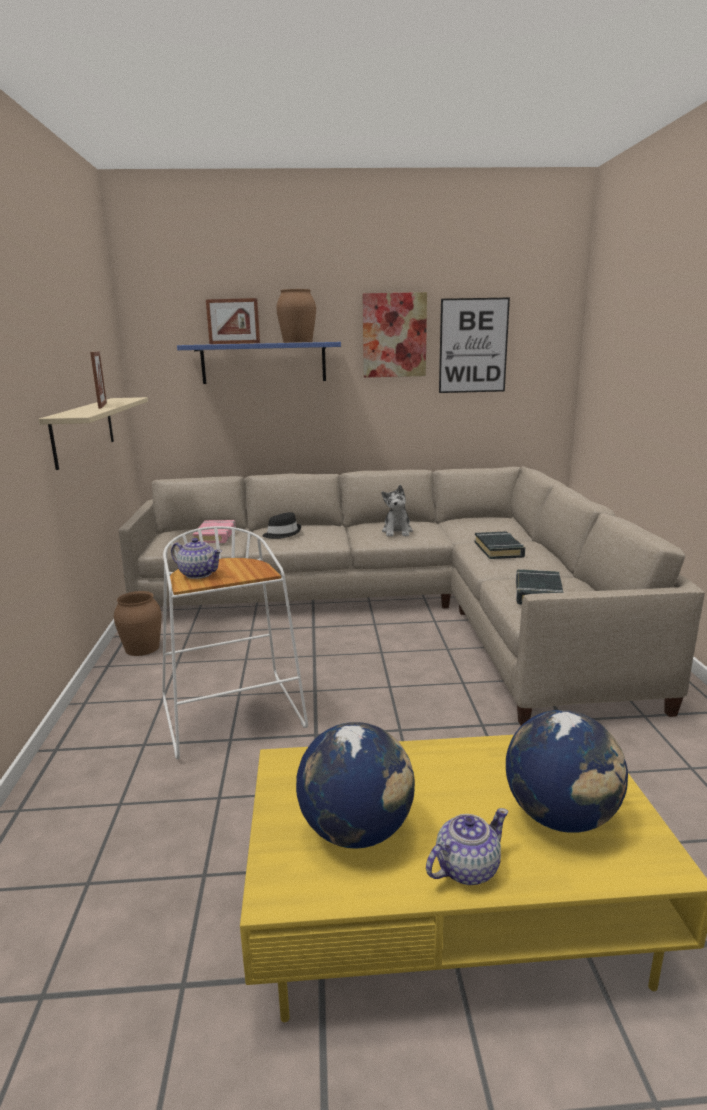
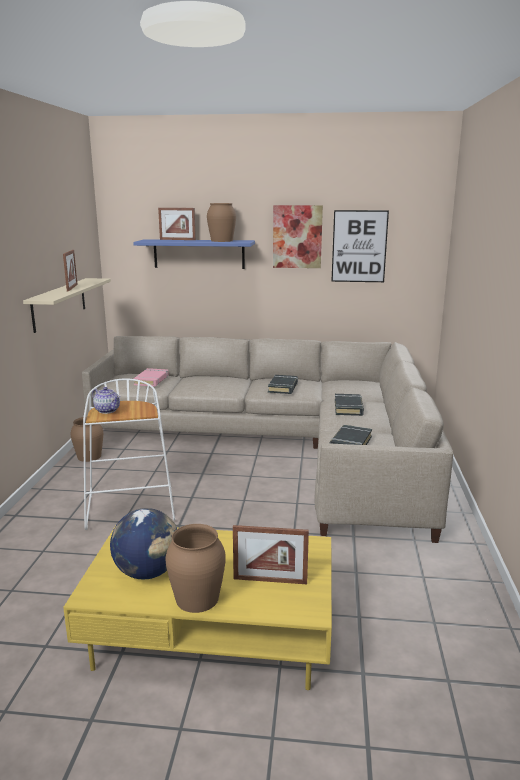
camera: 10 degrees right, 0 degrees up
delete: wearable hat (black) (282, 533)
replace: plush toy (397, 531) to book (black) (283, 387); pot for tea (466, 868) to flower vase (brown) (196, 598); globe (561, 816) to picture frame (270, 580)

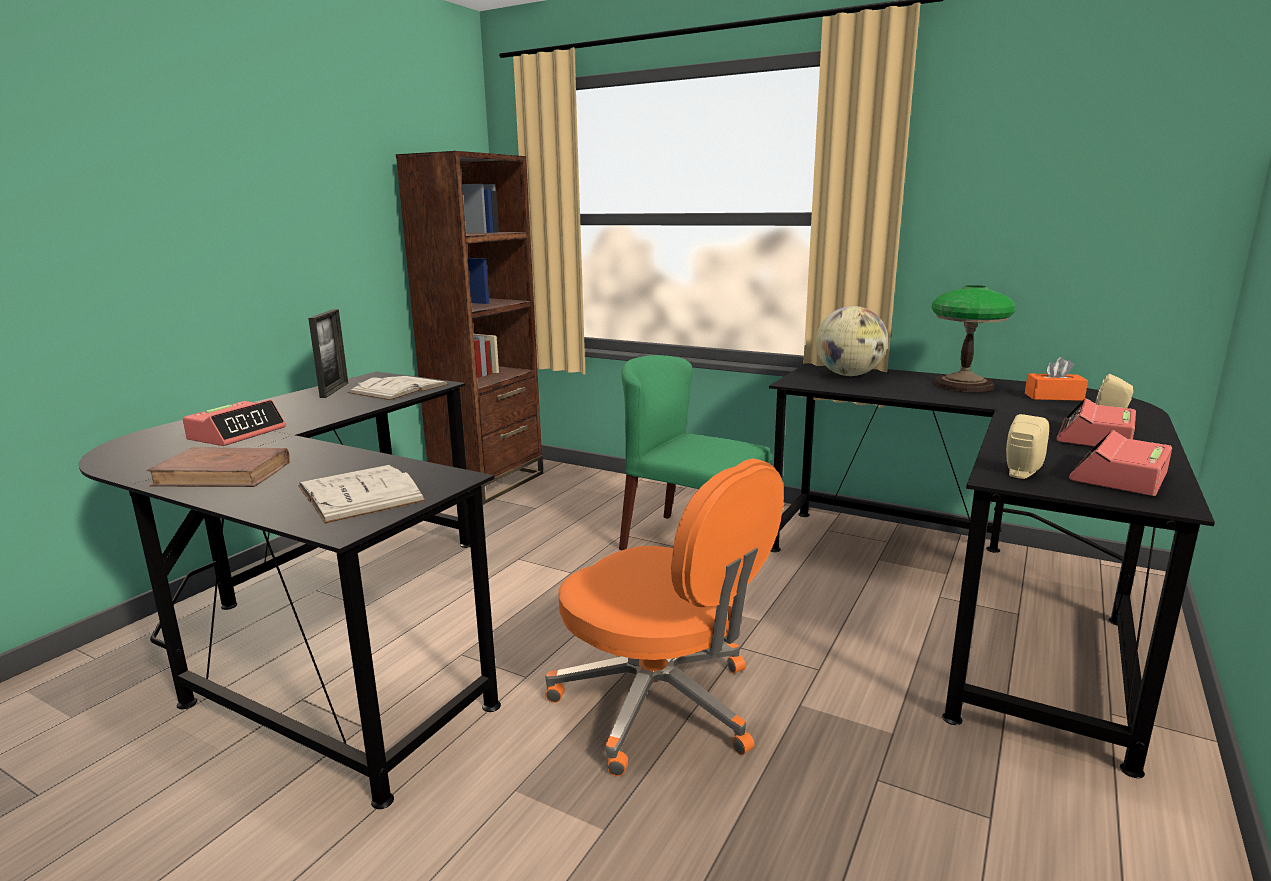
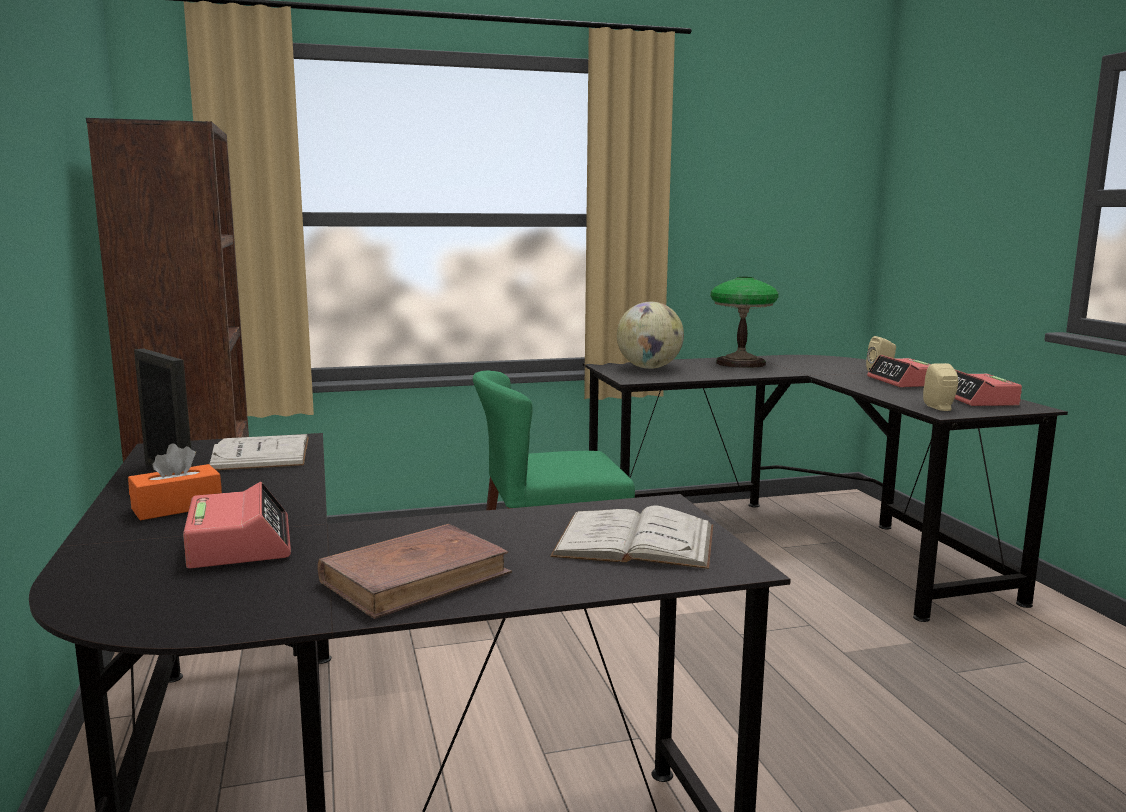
camera: 45 degrees left, 5 degrees down
delete: computer chair (orange-coloured) (661, 705)
move: tissue box (orange-coloured) (1053, 397) to (177, 507)

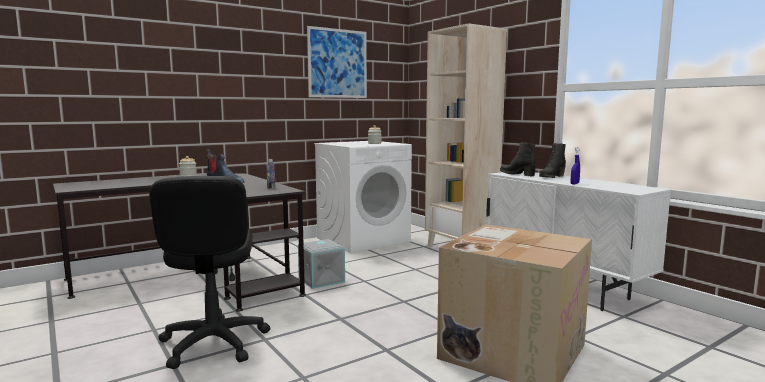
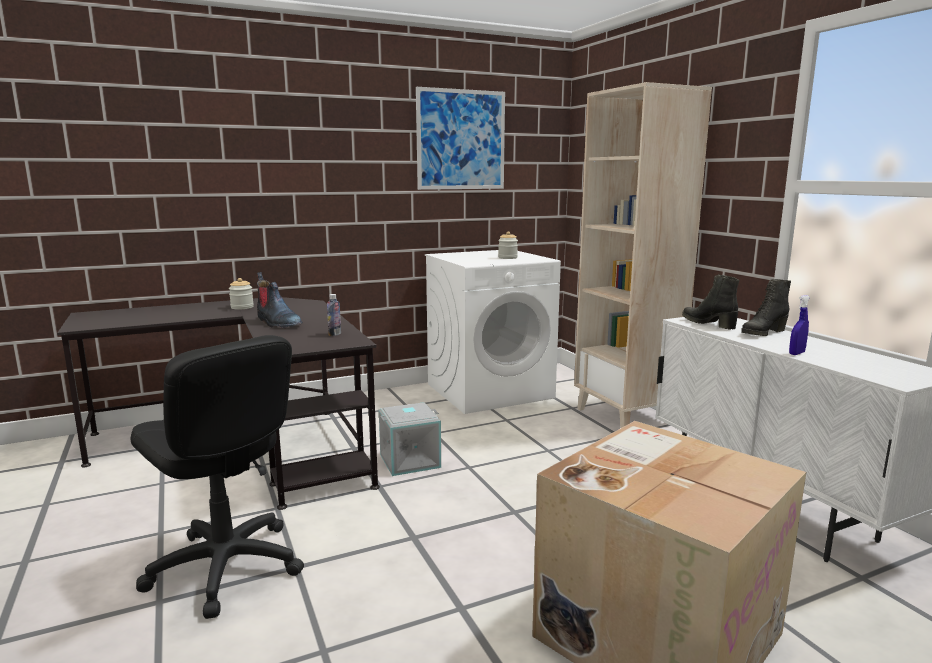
camera: 10 degrees right, 5 degrees up
rotate: computer chair (black) (213, 343) = (225, 567) 45 degrees counterclockwise

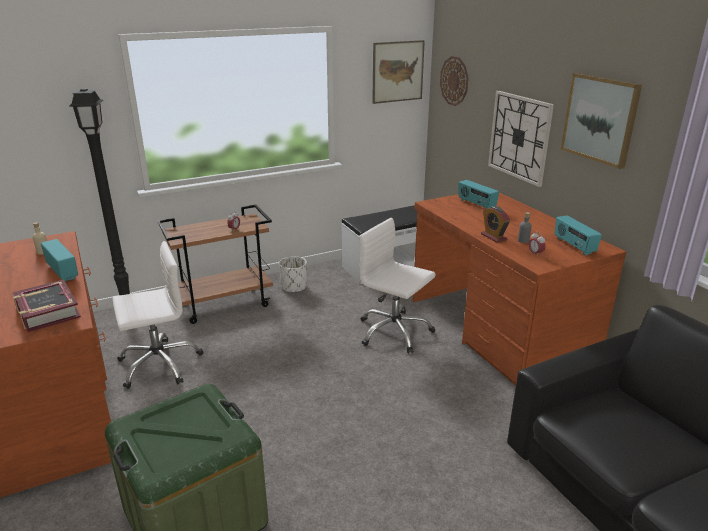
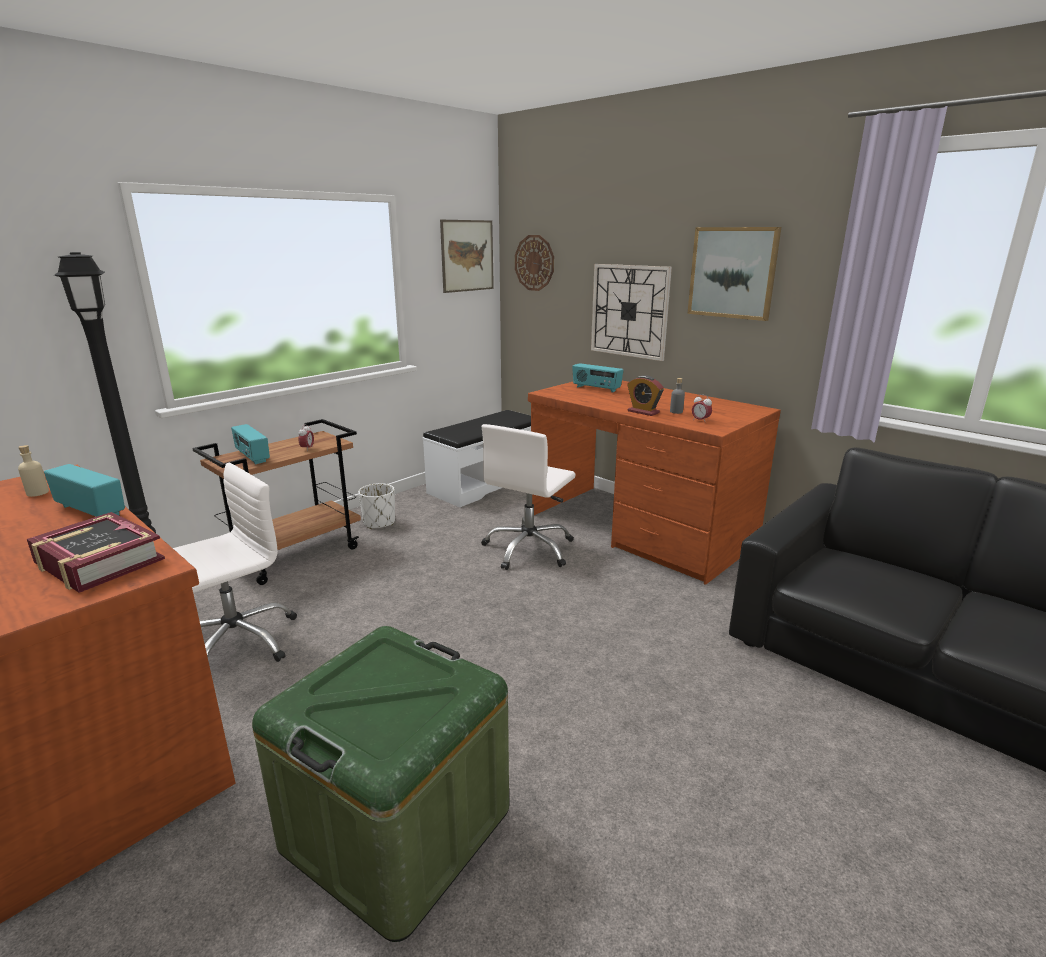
camera: 20 degrees left, 5 degrees down
move: radio set (574, 246) to (252, 457)
rotate: computer chair (white) (394, 332) = (529, 549) 75 degrees counterclockwise

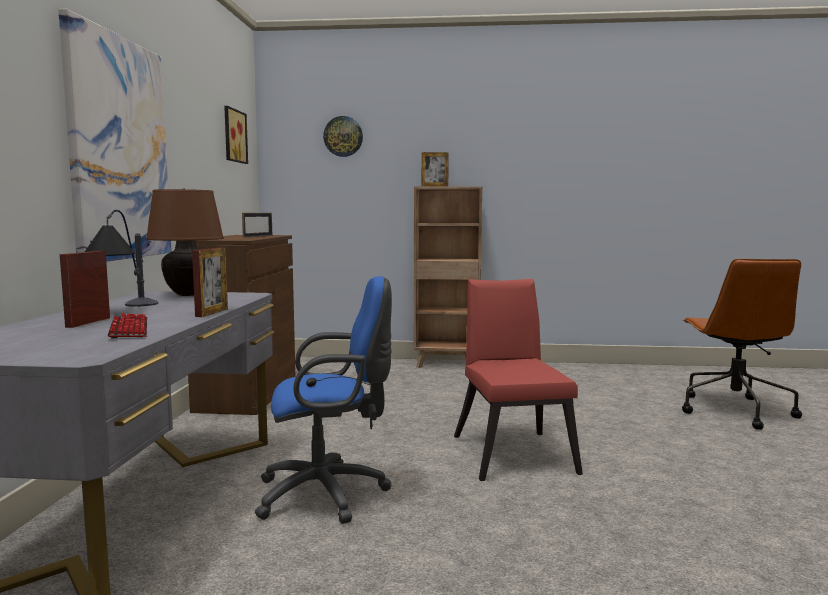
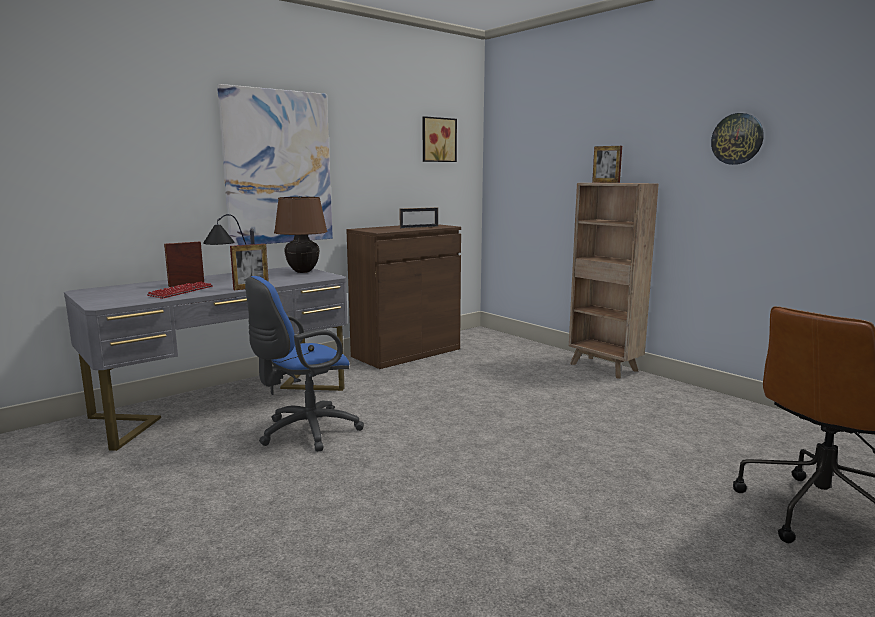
camera: 45 degrees right, 5 degrees up
delete: upright chair (red) (512, 451)
move: clock on the wall (343, 136) to (737, 139)
rotate: computer chair (blue) (329, 494) = (304, 432) 105 degrees clockwise

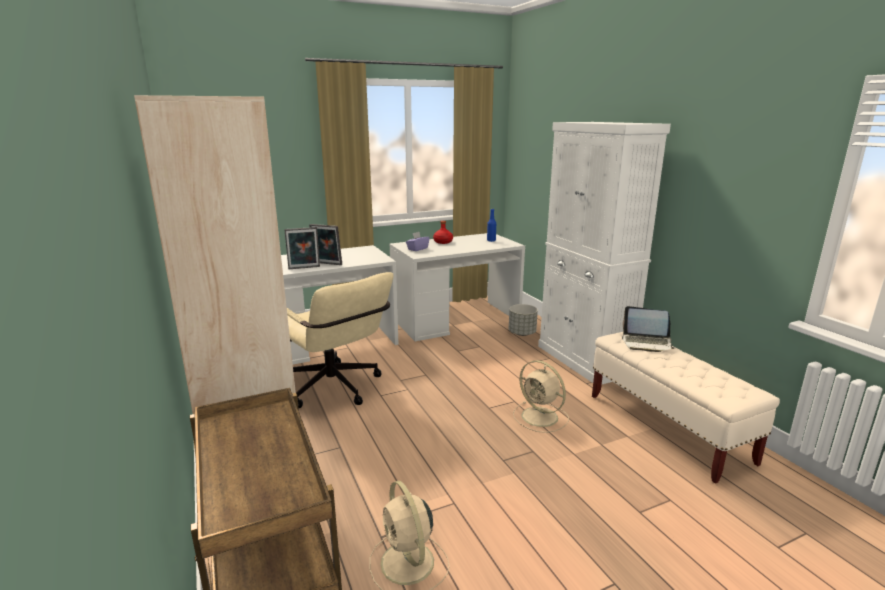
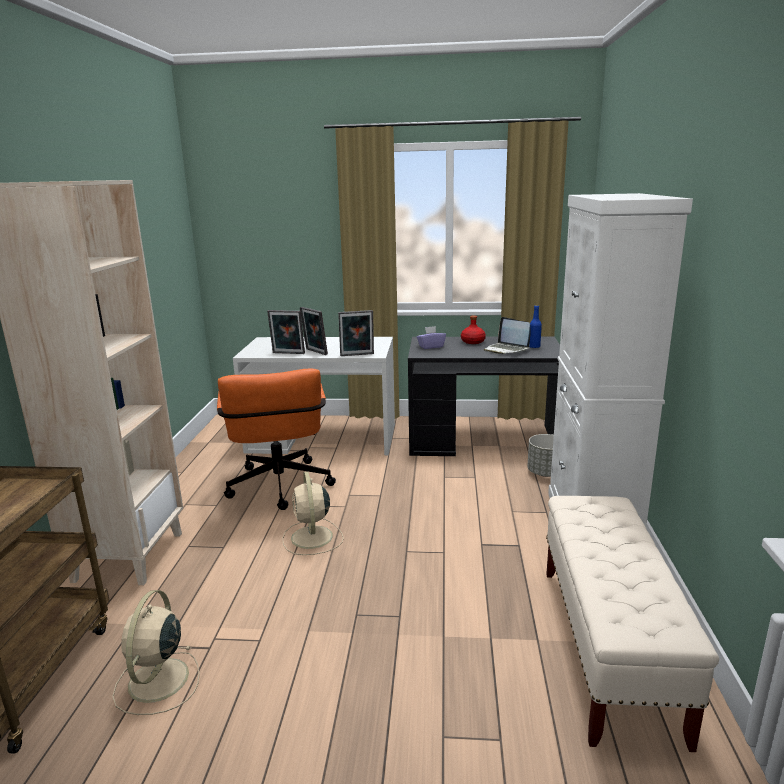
camera: 30 degrees right, 0 degrees up
insert: picture frame (357, 355)
move: fan (beige-coloured) (541, 417) to (312, 538); notebook computer (647, 343) to (506, 350)
recolor: computer chair (beige-coloured) (337, 390) to computer chair (orange-coloured) (280, 489); desk (white) (456, 319) to desk (black) (482, 440)

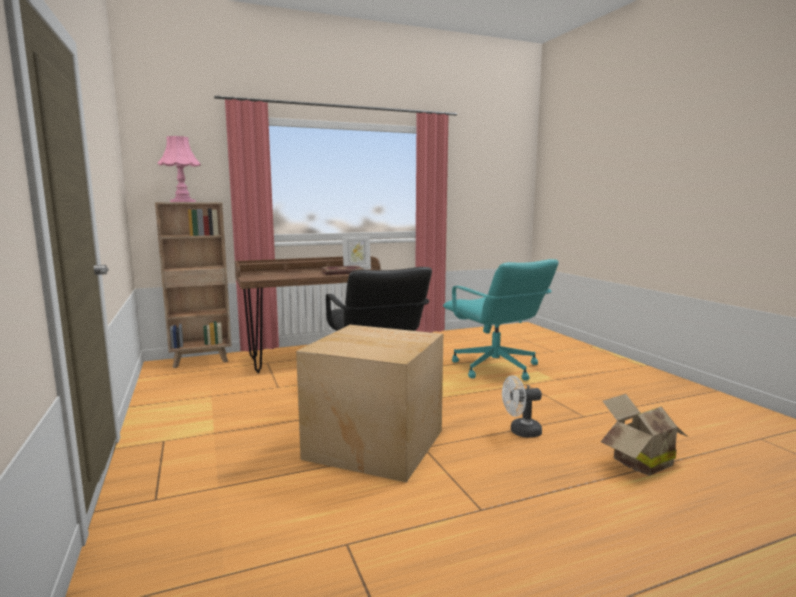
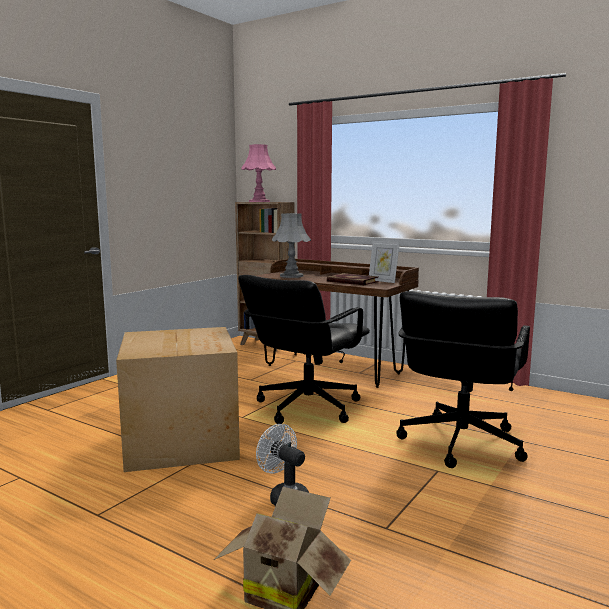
camera: 55 degrees right, 0 degrees up
insert: table lamp (greyish) (292, 276)
recolor: computer chair (turquoise-coloured) (495, 368) to computer chair (black) (459, 443)

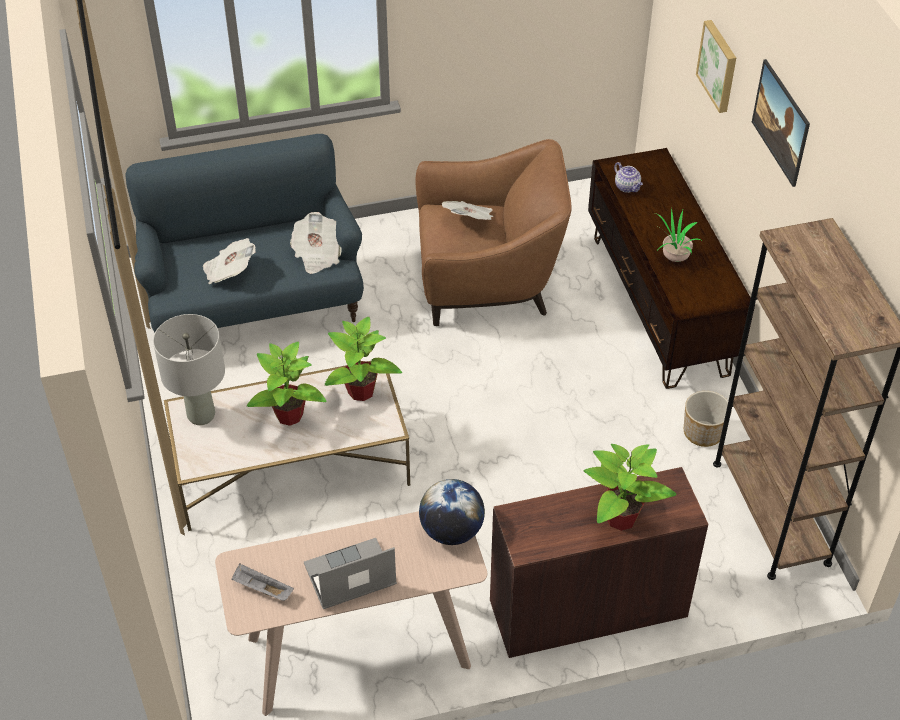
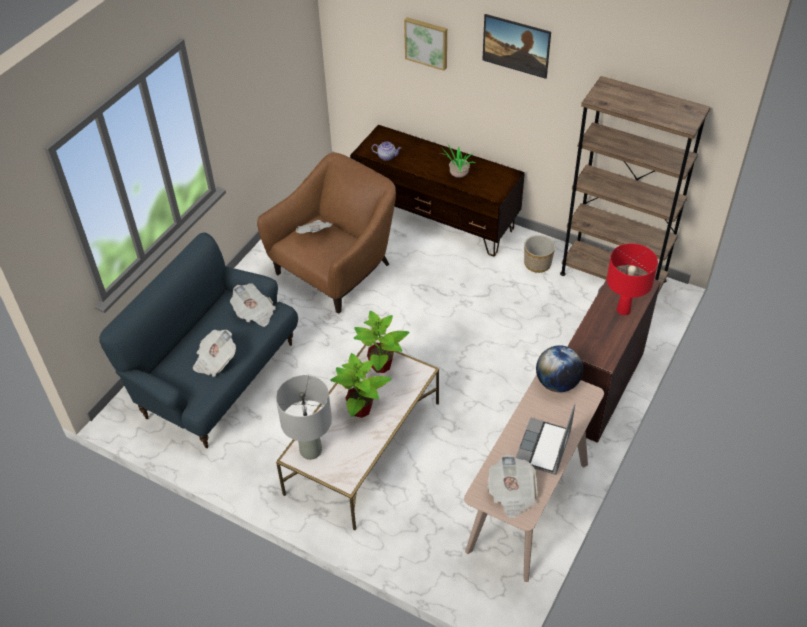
camera: 45 degrees left, 0 degrees up
replace: serving tray (greyish) (262, 589) to printed paper (512, 494); potted plant (620, 518) to table lamp (red) (623, 310)

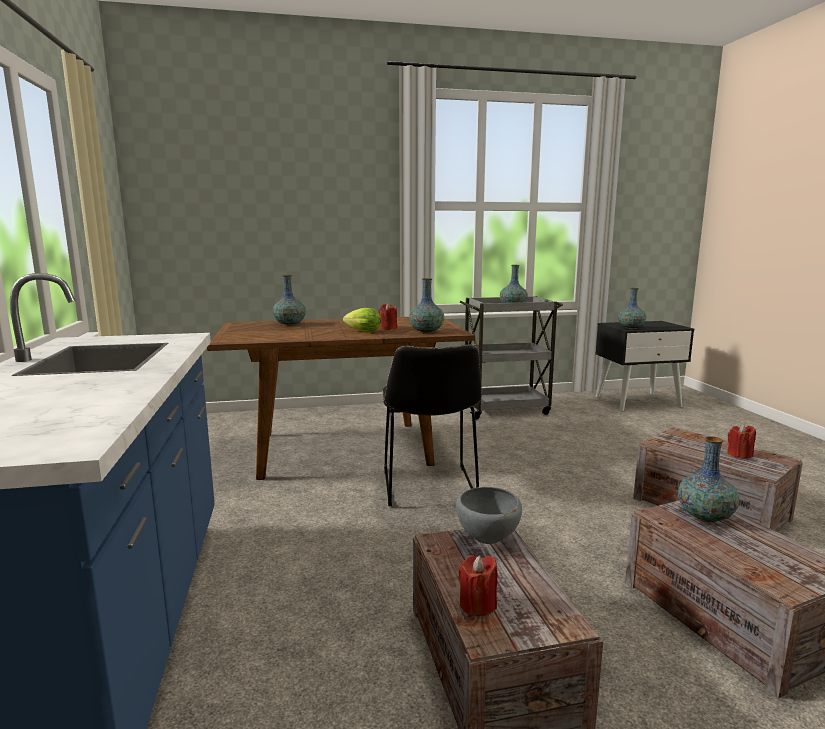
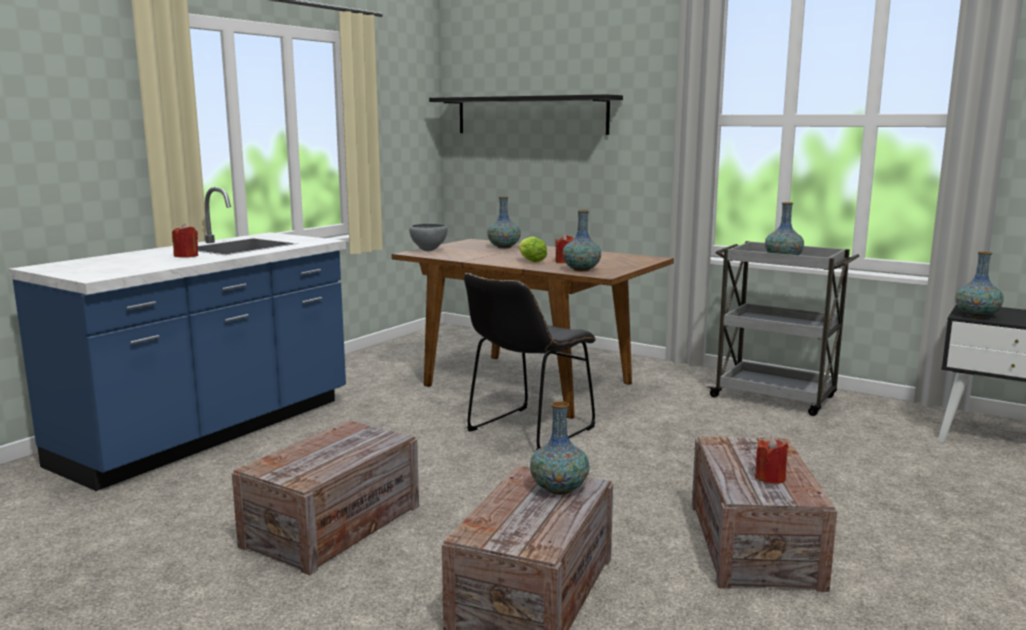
camera: 45 degrees right, 0 degrees up
insert: bracket shelf (black) (530, 115)
move: deep dish (greyish) (488, 541) to (428, 251); candle (red) (477, 604) to (186, 256)

